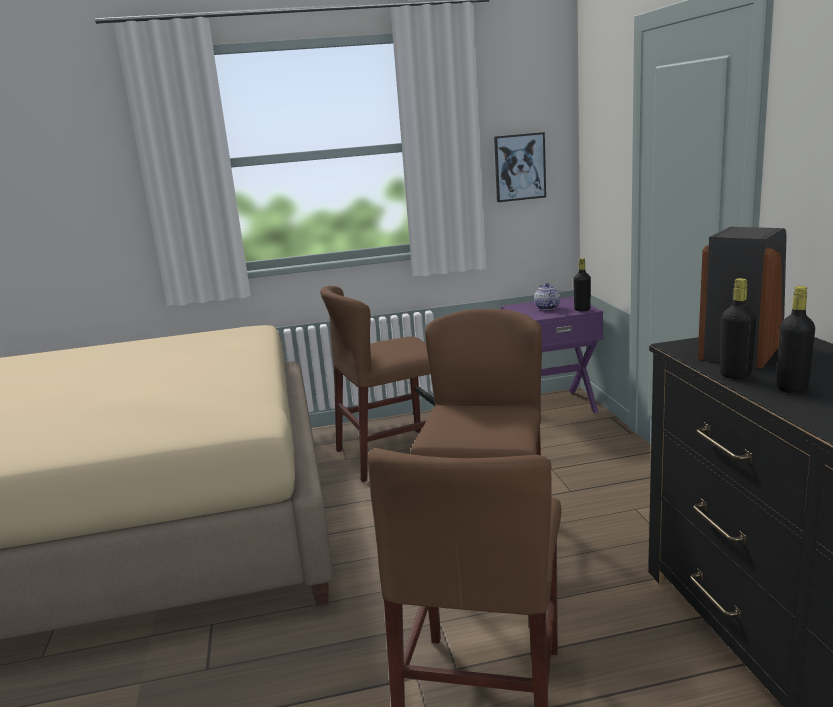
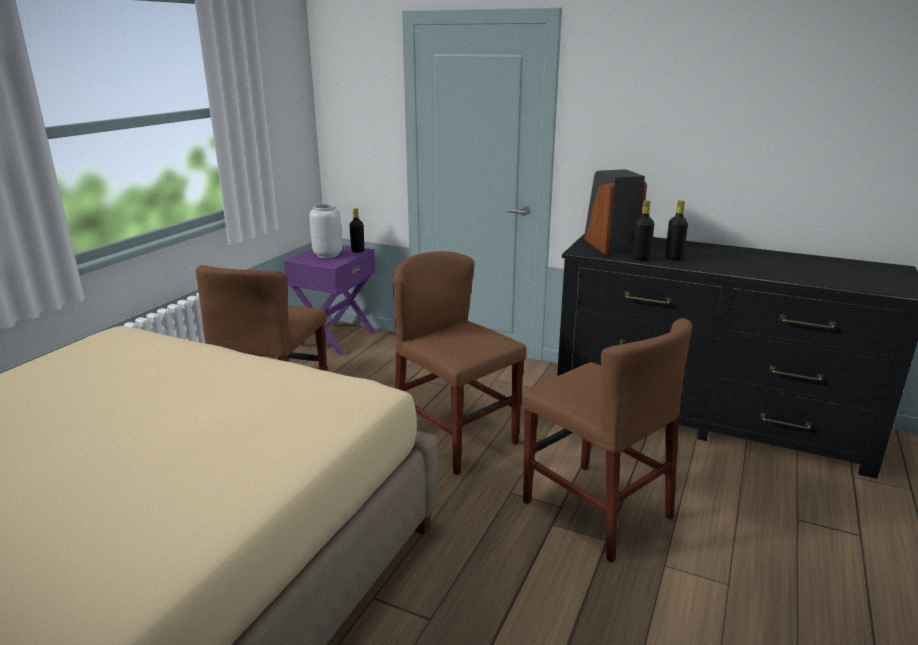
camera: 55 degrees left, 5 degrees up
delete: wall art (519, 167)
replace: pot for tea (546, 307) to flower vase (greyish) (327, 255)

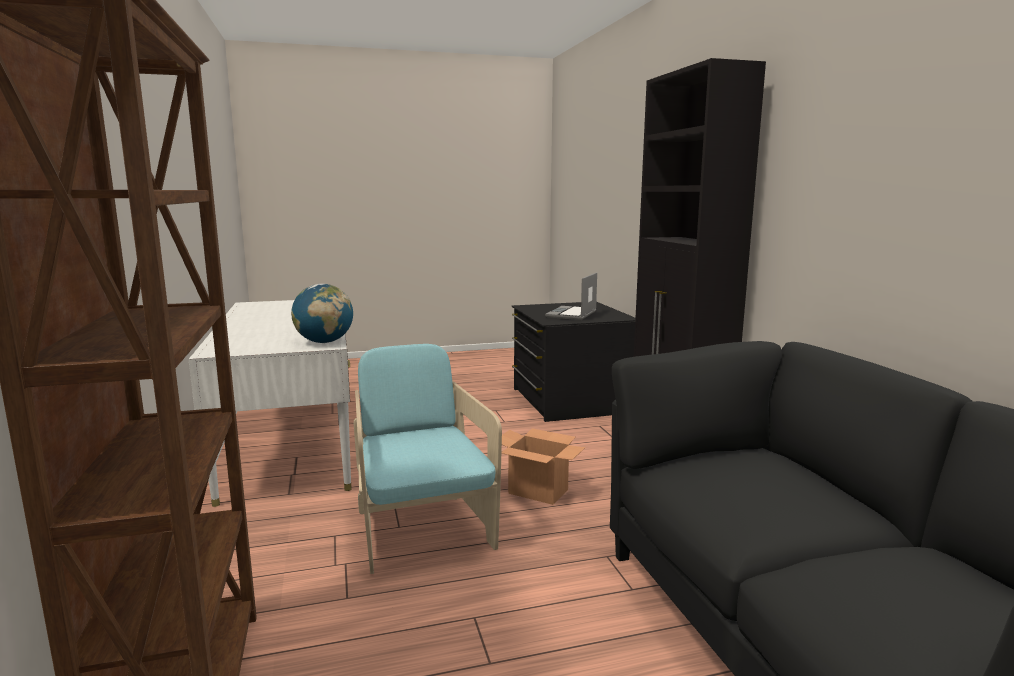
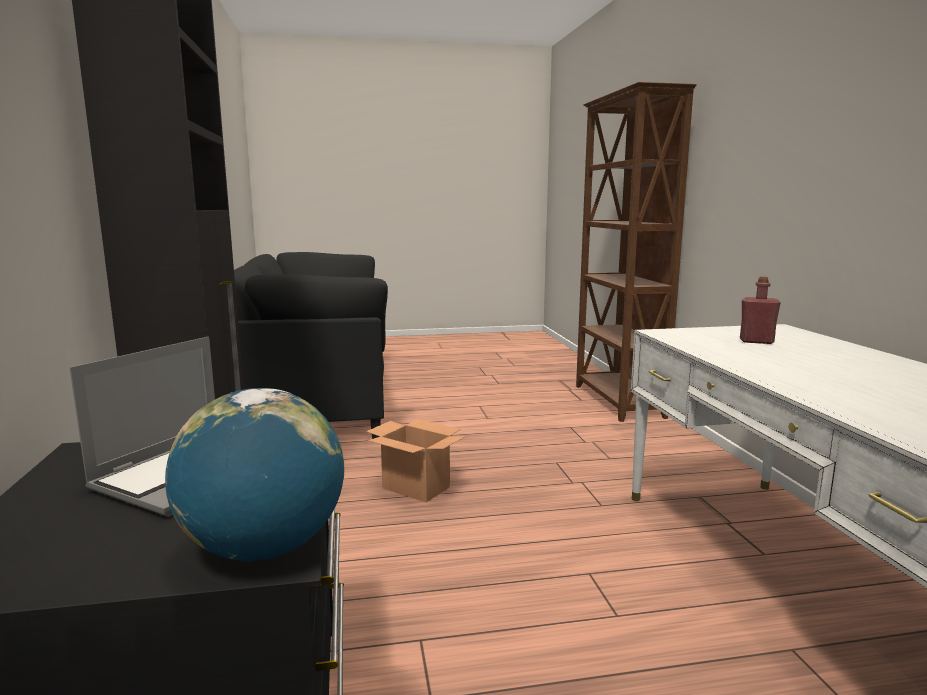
camera: 175 degrees left, 0 degrees up
delete: easy chair (turquoise-coloured) (422, 528)
insert: drink bottle (red) (756, 341)
move: globe (324, 342) to (264, 548)

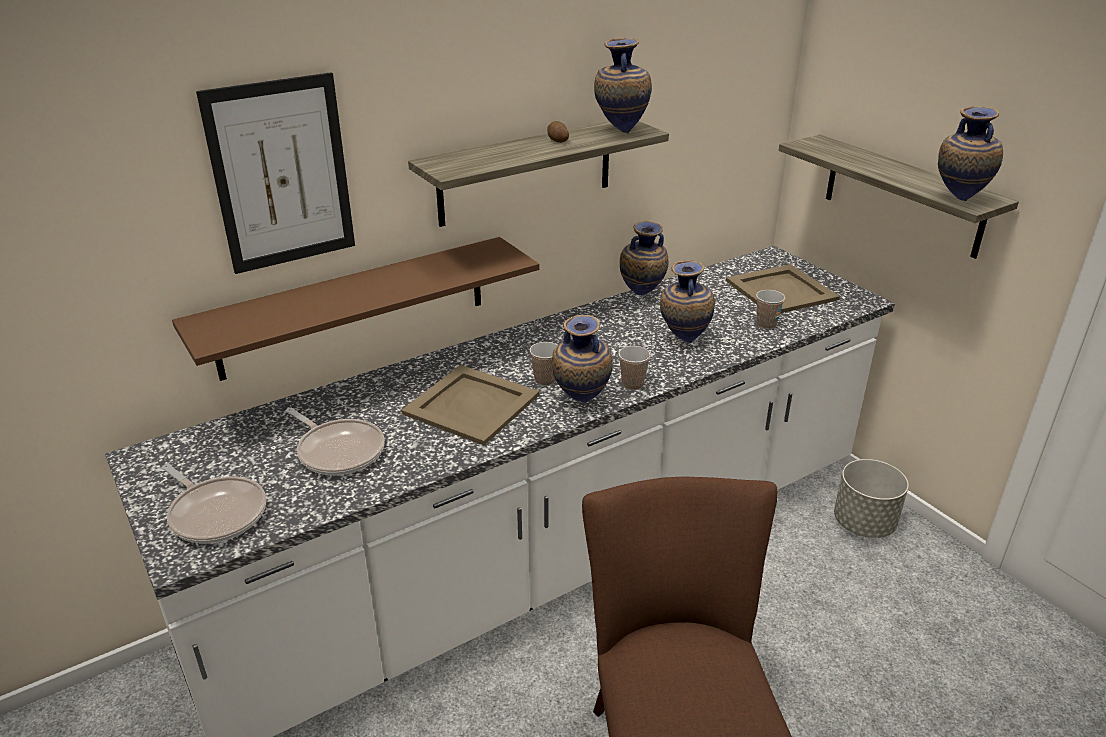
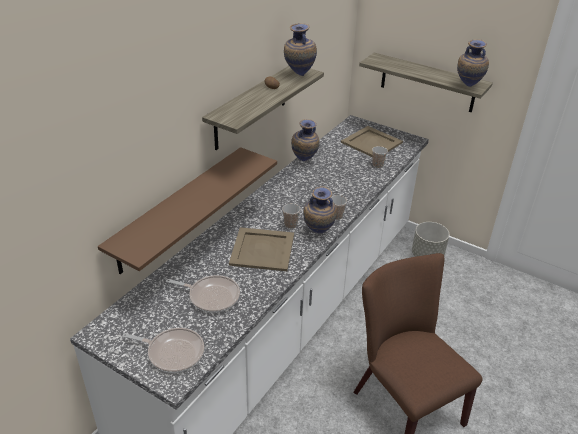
camera: 25 degrees left, 5 degrees up
delete: wall art (281, 174); flower vase (683, 341)

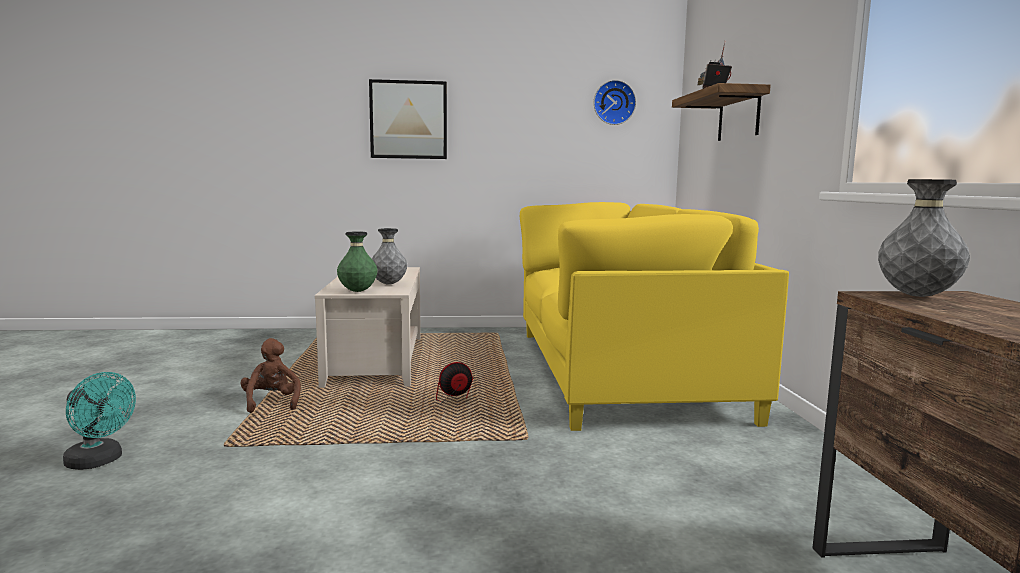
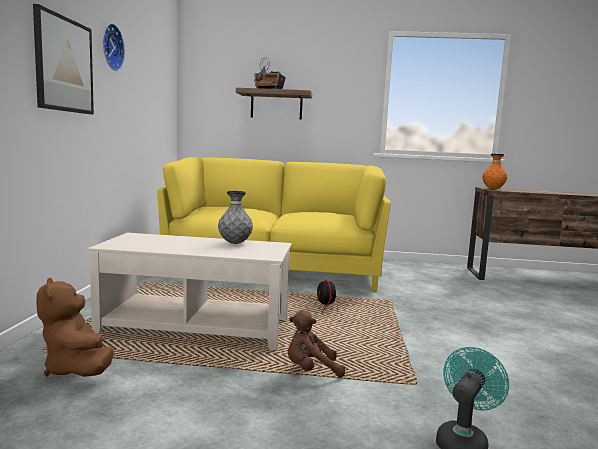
camera: 80 degrees left, 0 degrees up
delete: flower vase (green) (358, 291)
insert: plush toy (brown) (77, 369)
move: clock on the wall (614, 103) to (110, 47)
recolor: flower vase (greyish) (917, 296) to flower vase (orange-coloured) (493, 189)

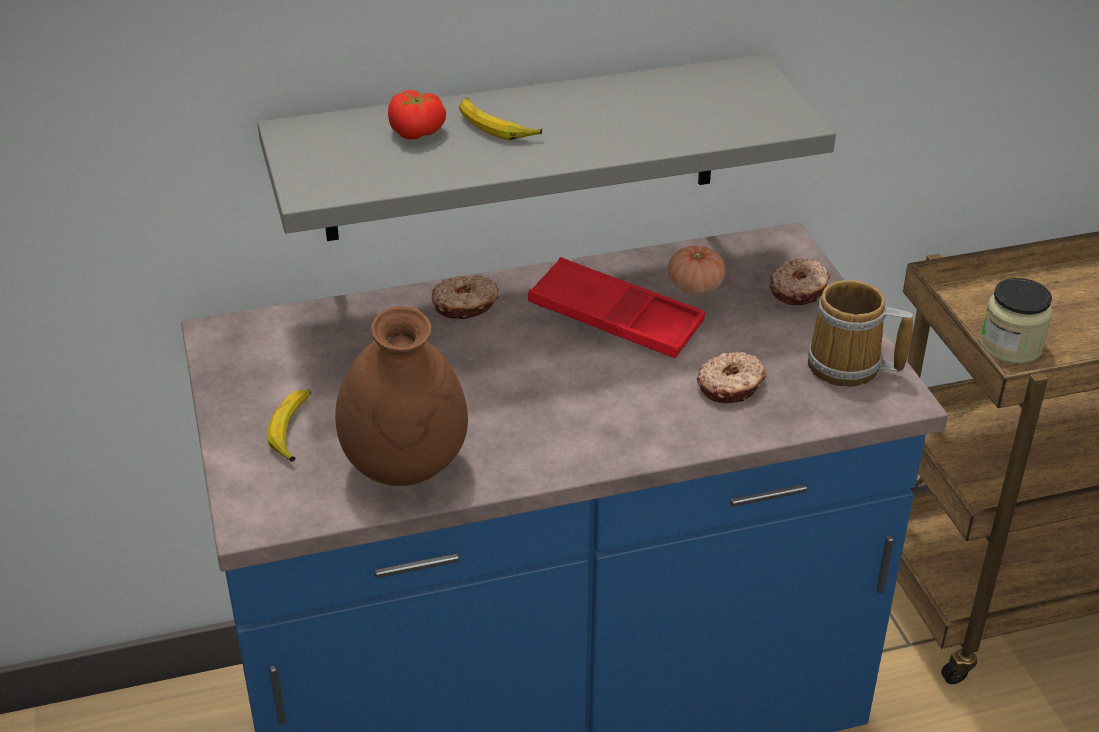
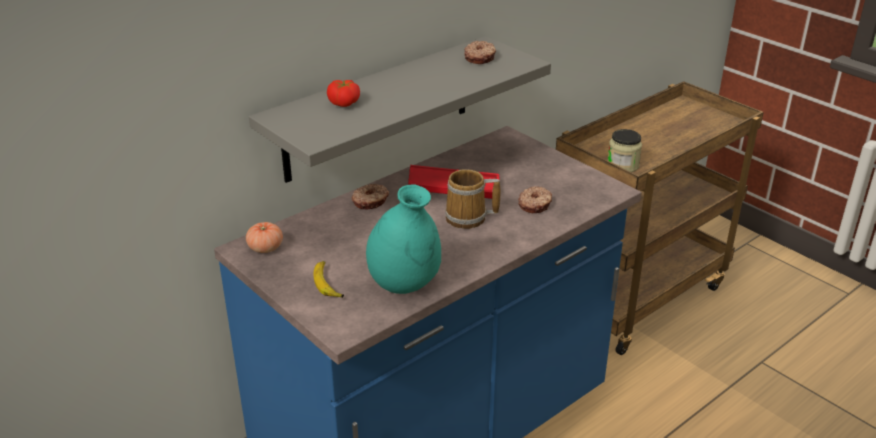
camera: 25 degrees left, 5 degrees down
delete: whole banana (496, 126)
move: tomato (695, 287) to (265, 248); doughnut (799, 290) to (480, 58); coffee mug (849, 367) to (469, 218)
recolor: flower vase (brown) (405, 469) to flower vase (turquoise-coloured) (404, 285)

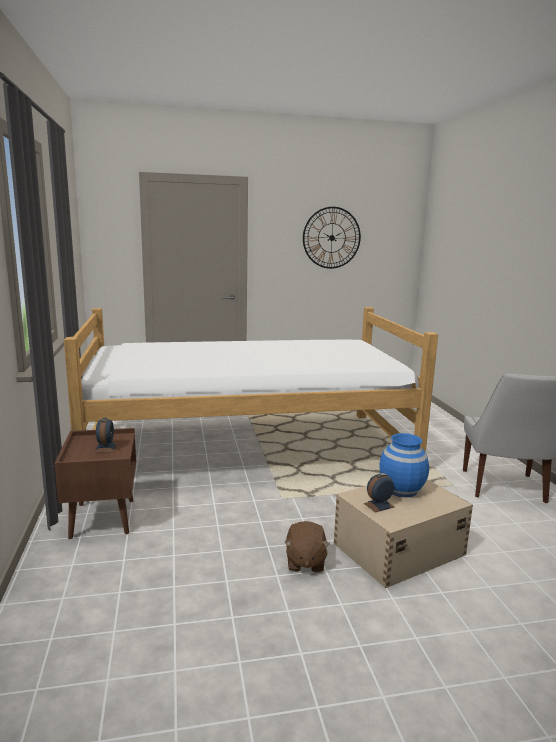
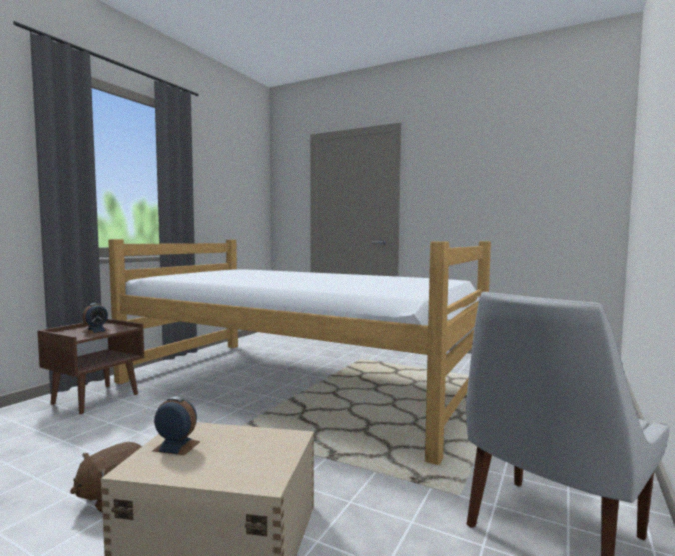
camera: 40 degrees right, 10 degrees down
delete: clock on the wall (331, 238); flower vase (blue) (401, 490)

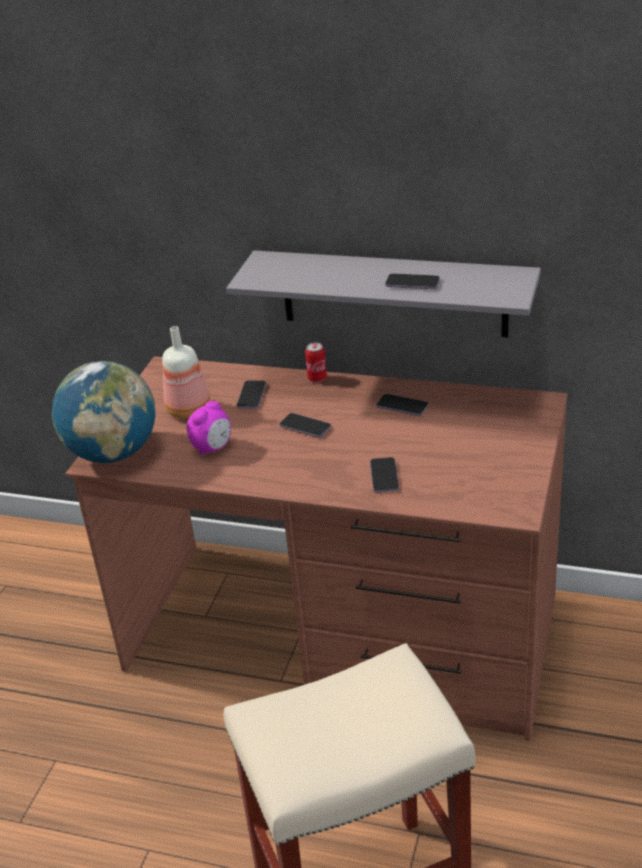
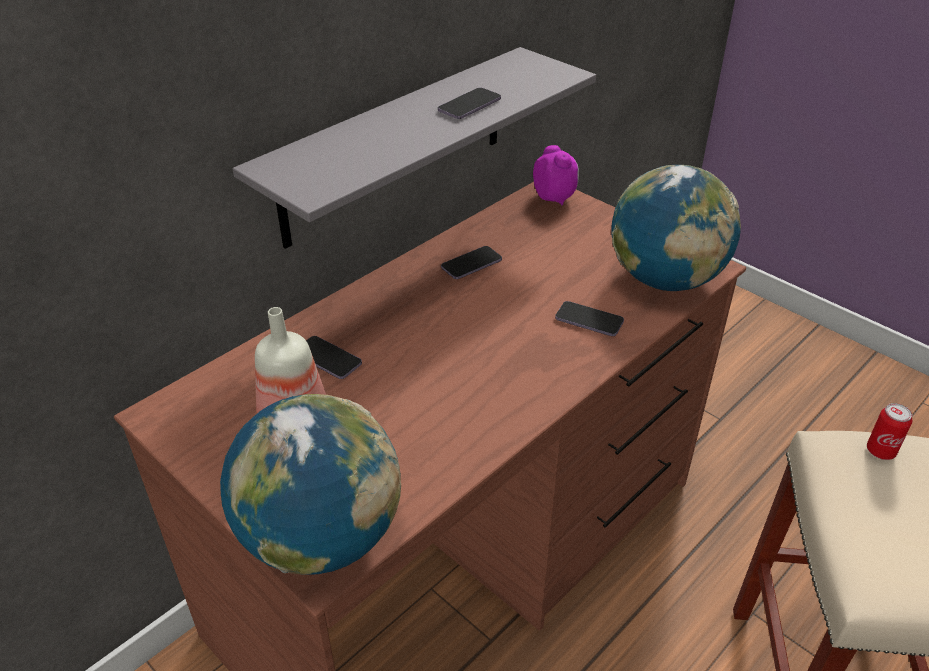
camera: 65 degrees left, 5 degrees up
delete: phone (305, 427)
insert: globe (665, 279)
move: bedside clock (212, 448) to (554, 197); metal can (317, 378) to (880, 451)

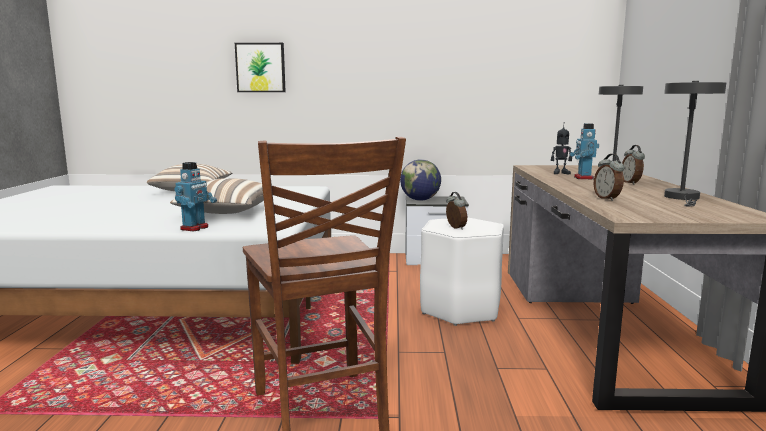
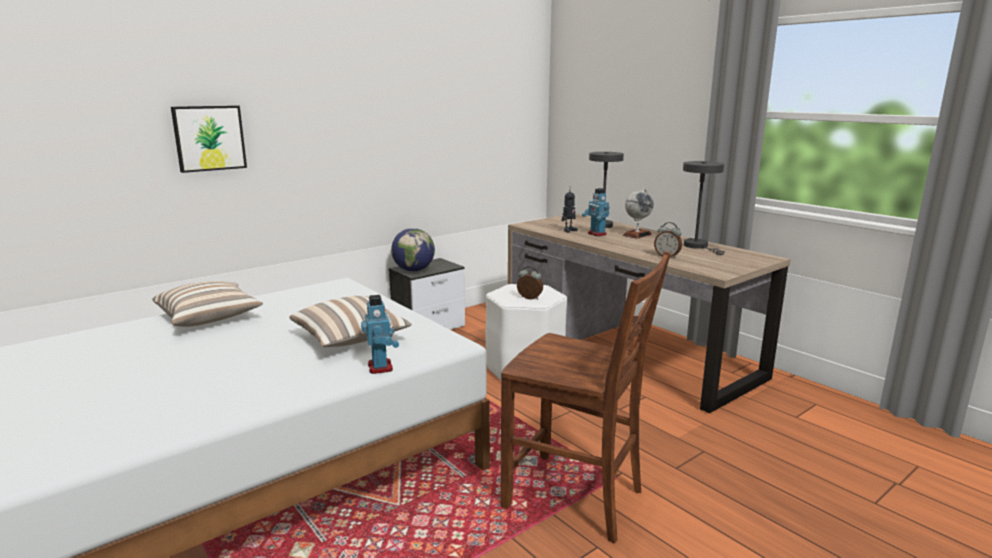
camera: 40 degrees left, 5 degrees up
replace: bedside clock (631, 183) to globe (637, 235)

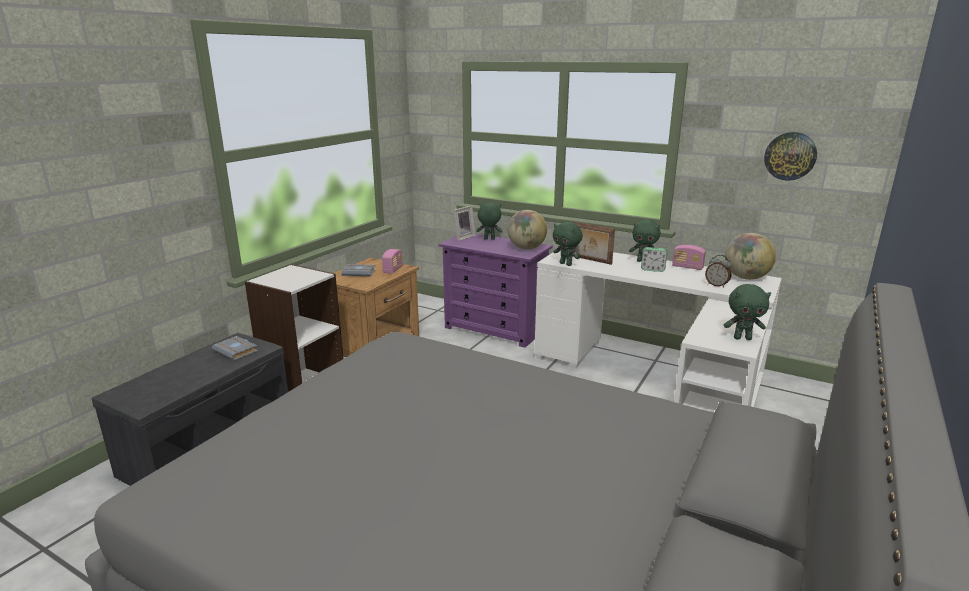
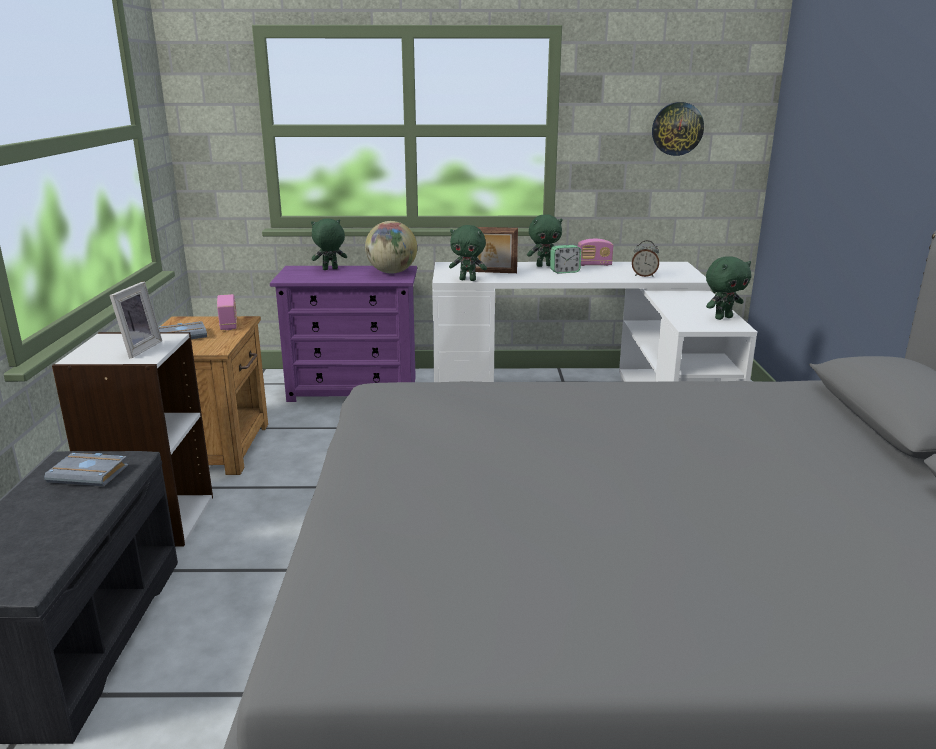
camera: 30 degrees left, 0 degrees up
delete: globe (746, 278)
move: picture frame (463, 237) to (137, 349)

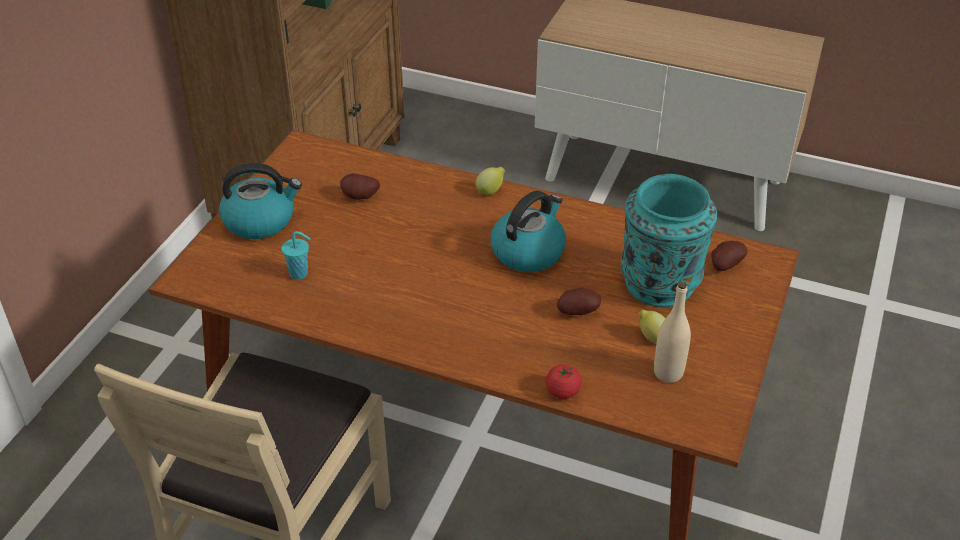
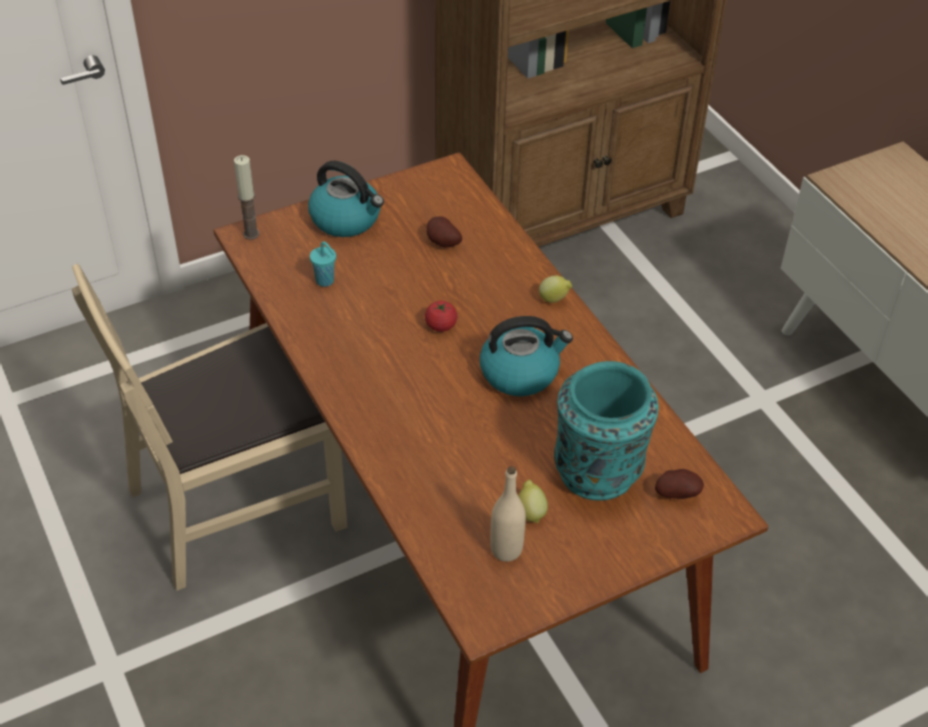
camera: 40 degrees right, 5 degrees up
delete: spud (578, 311)
insert: candle (251, 234)
move: tomato (562, 391) to (441, 325)

